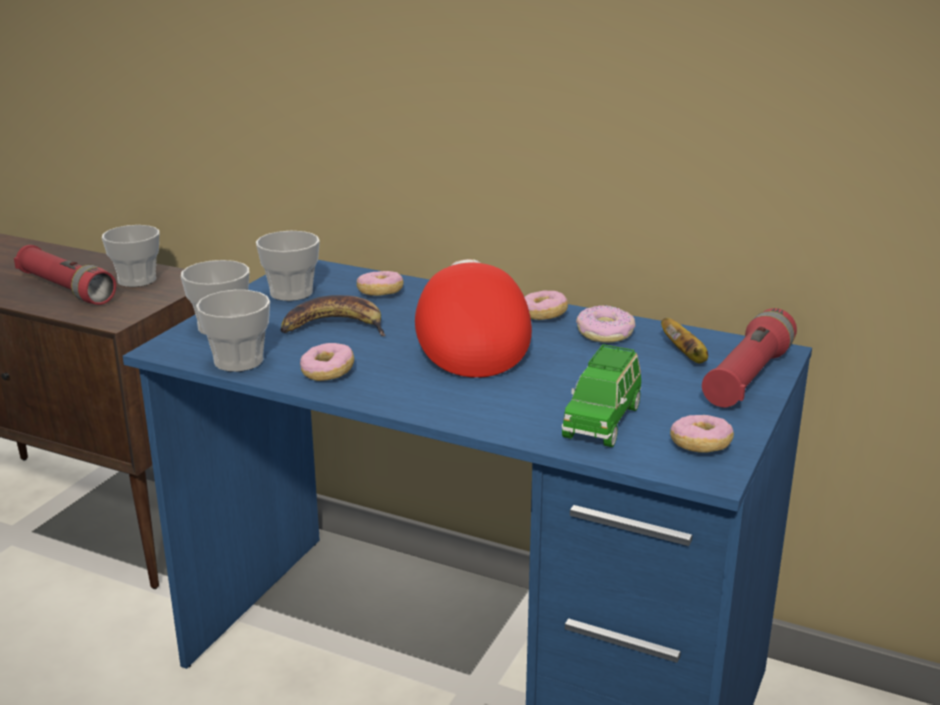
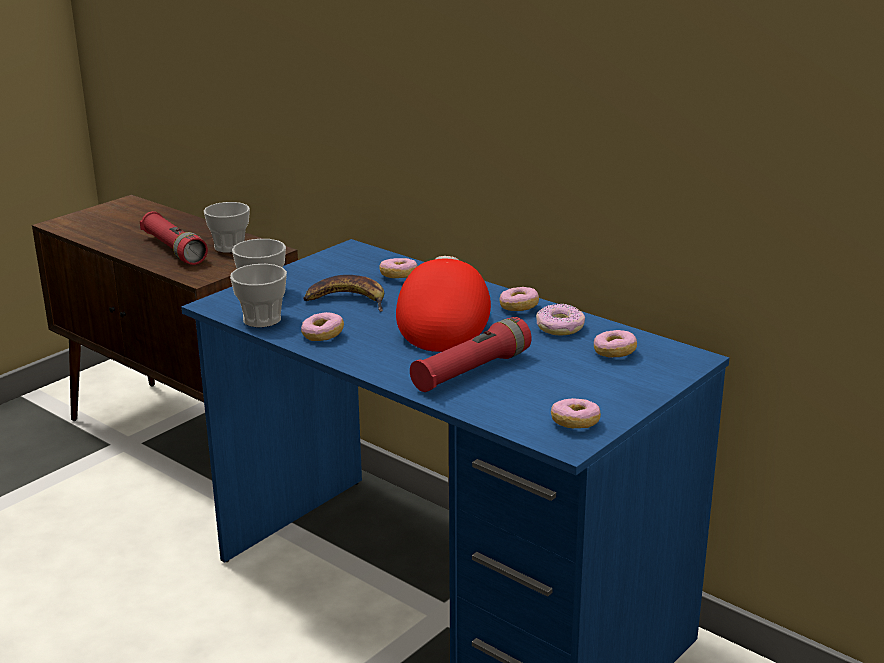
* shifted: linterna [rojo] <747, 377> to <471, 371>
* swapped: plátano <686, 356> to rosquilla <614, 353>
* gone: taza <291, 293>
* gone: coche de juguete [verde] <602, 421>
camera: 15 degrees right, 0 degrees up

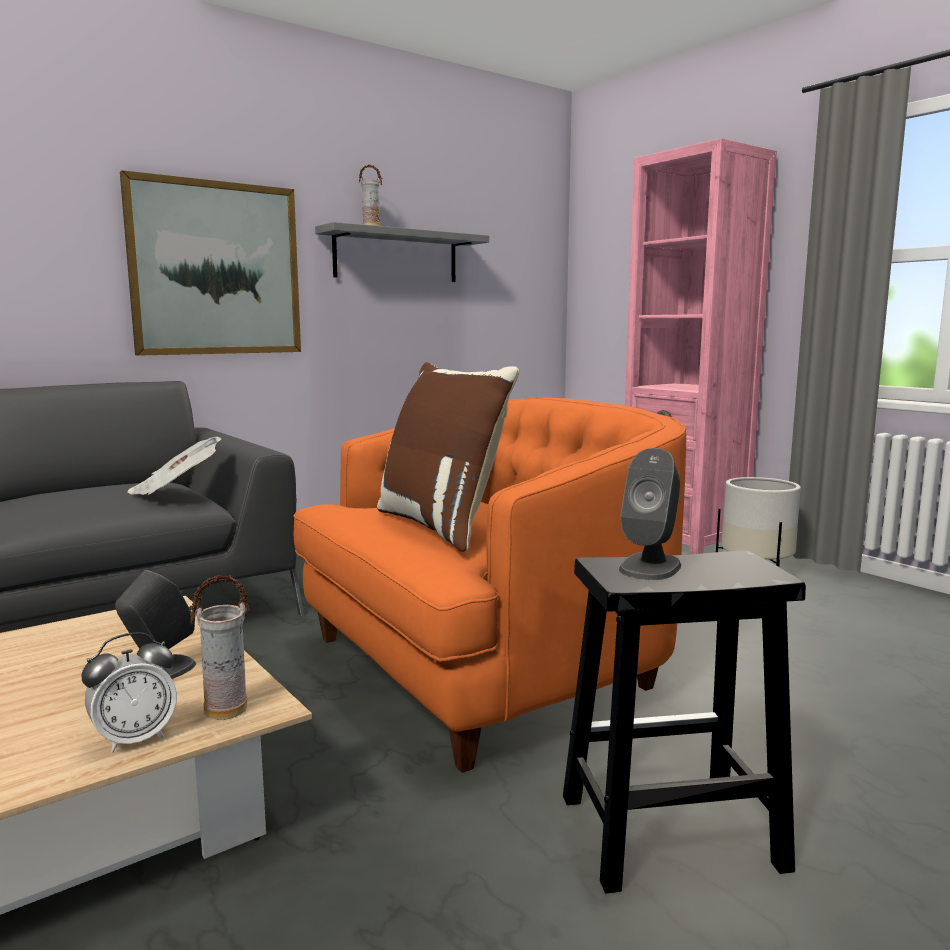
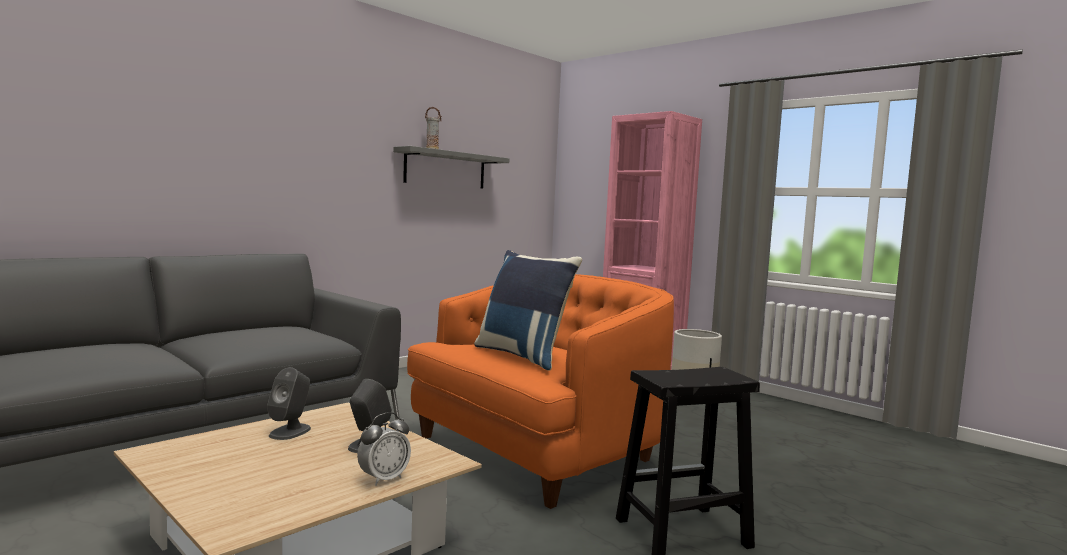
* shifted: altavoz [gris] <650, 567> to <290, 431>
* repainted: cojín [marrón] <443, 526> to cojín [azul] <524, 356>
* gone: cuadro <216, 269>
* gone: periódico <176, 490>
* gone: florero <226, 711>
camera: 10 degrees left, 5 degrees down

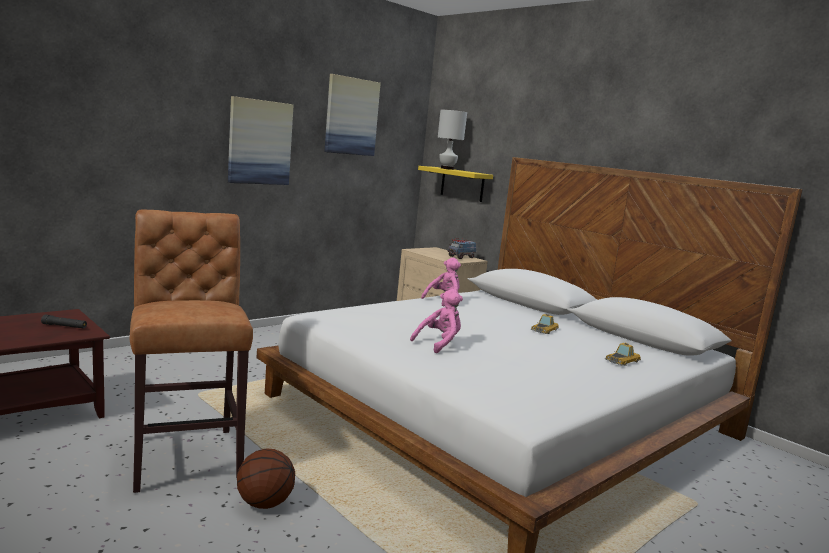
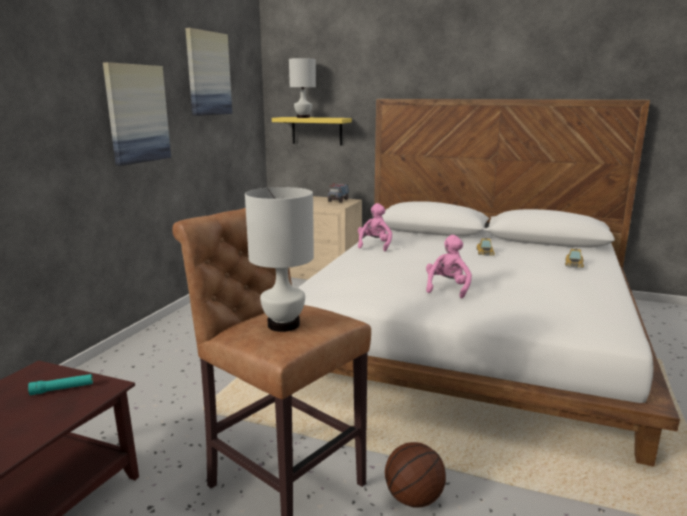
* repainted: linterna [negro] <64, 326> to linterna [turquesa] <62, 389>
* new: lámpara de mesa [blanco] <284, 325>
camera: 25 degrees left, 5 degrees up

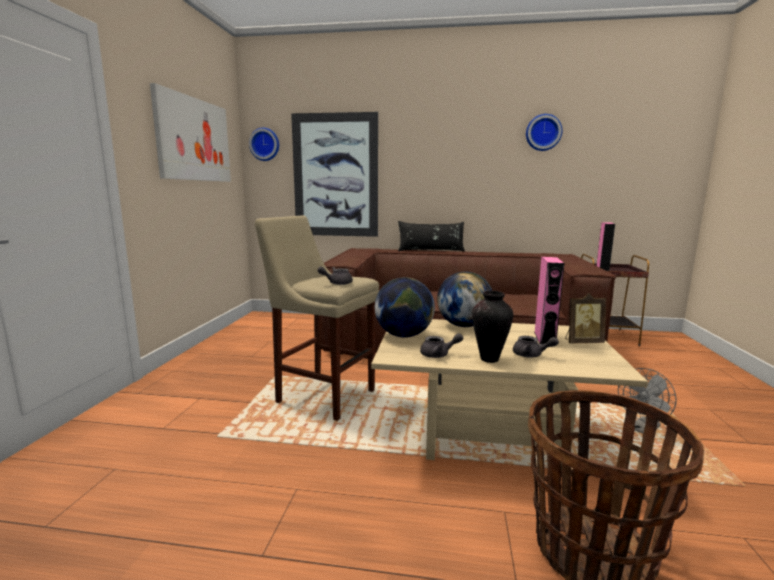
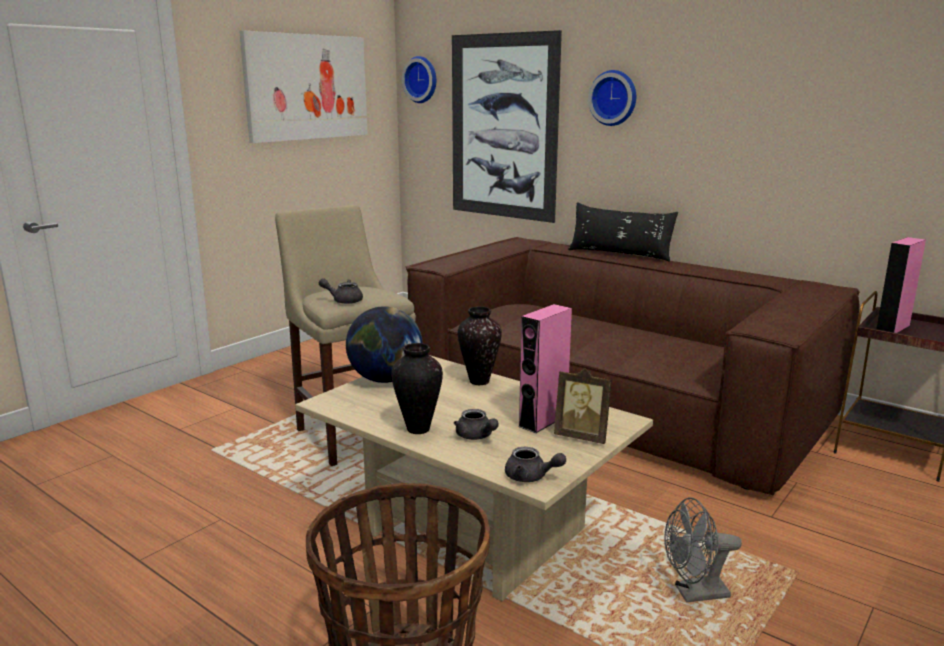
* swapped: globo terráqueo <463, 325> to florero <479, 381>
* shifted: tetera [gris] <439, 355> to <531, 477>
* shifted: reloj de pared <543, 133> to <614, 98>
camera: 30 degrees right, 5 degrees up

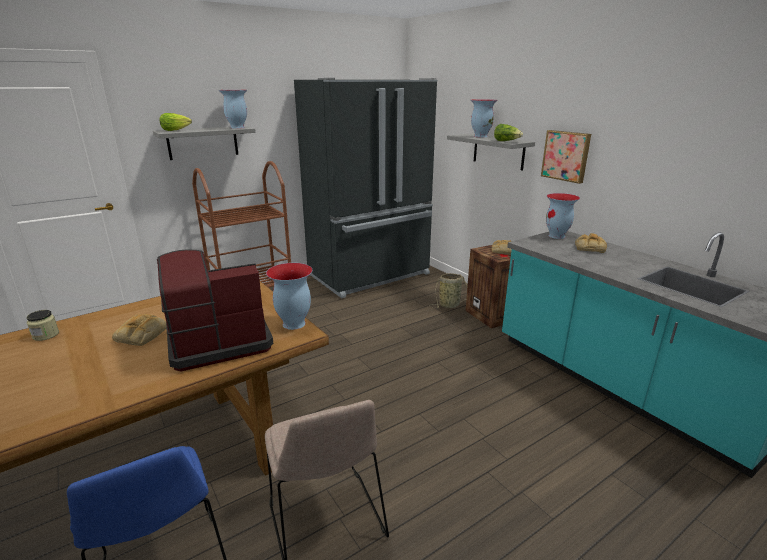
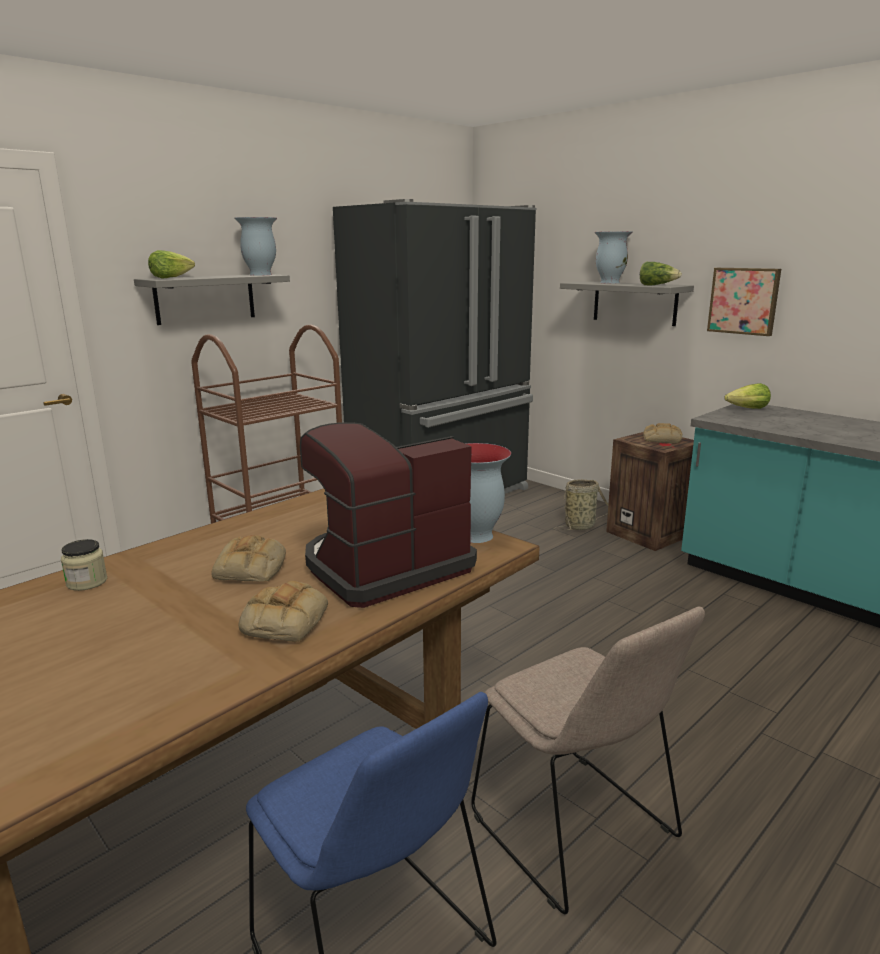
* shifted: pan <589, 247> to <284, 620>
* swapped: florero <557, 236> to lechuga <748, 409>
camera: 10 degrees left, 5 degrees down

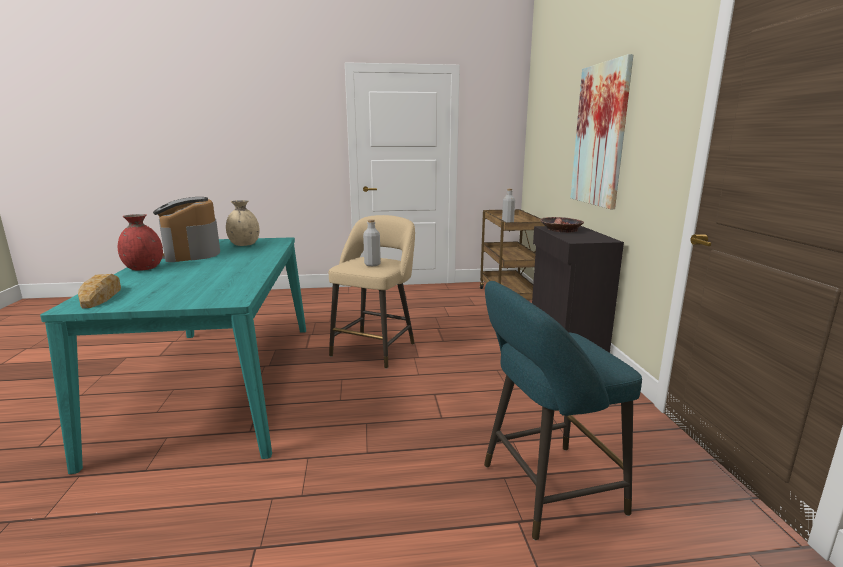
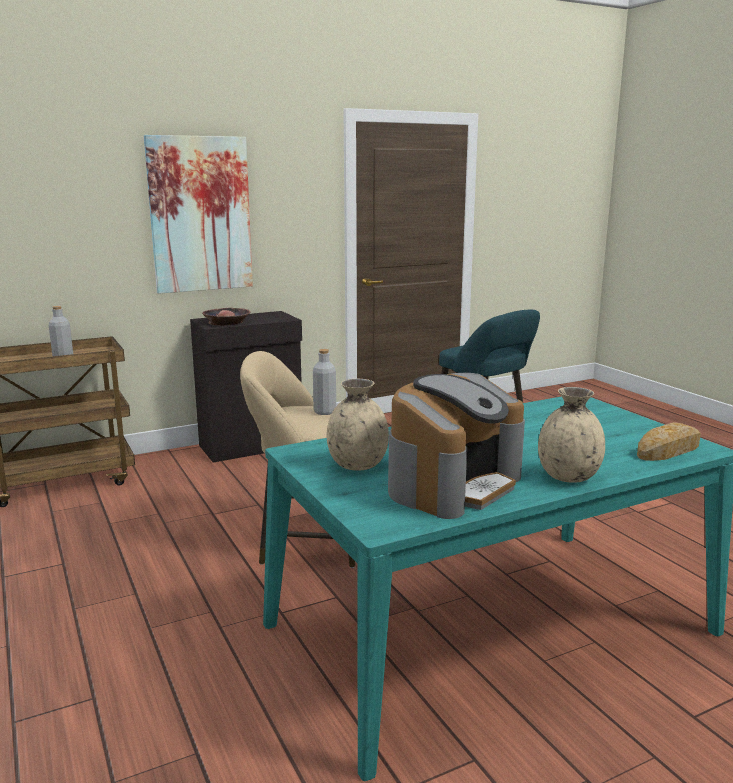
* repainted: florero [rojo] <144, 268> to florero [beis] <568, 477>
camera: 110 degrees left, 0 degrees up

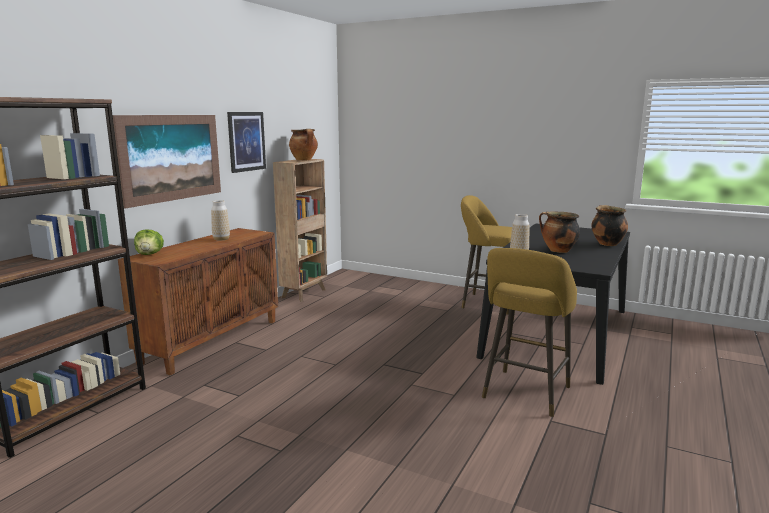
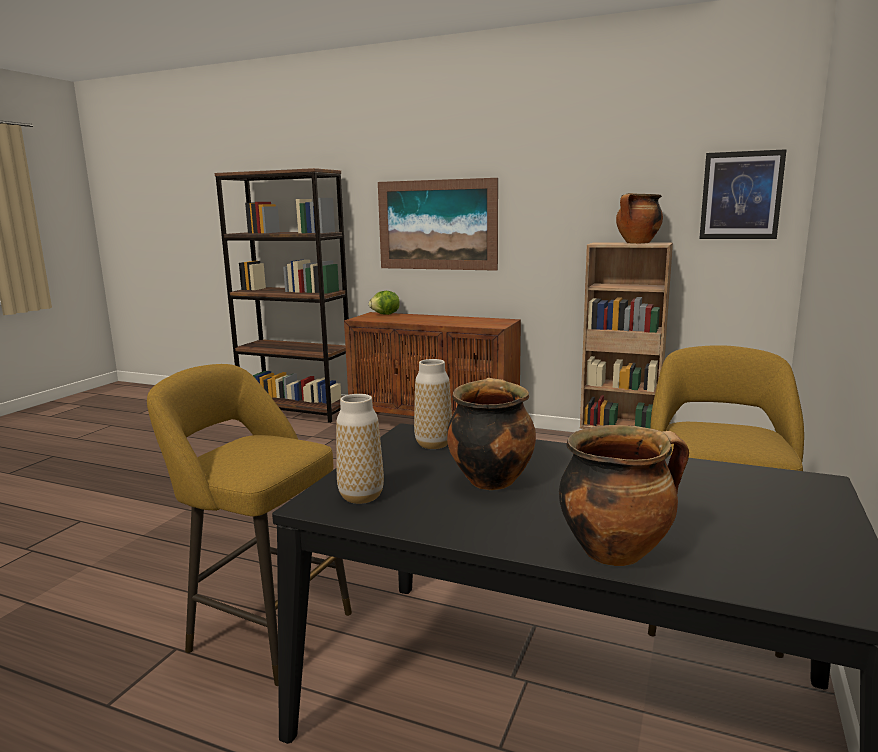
* shifted: florero <221, 239> to <361, 496>
* shifted: cuadro <246, 141> to <741, 195>
camera: 85 degrees right, 0 degrees up

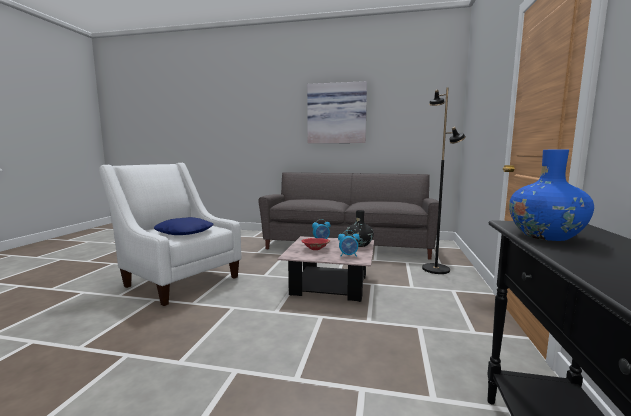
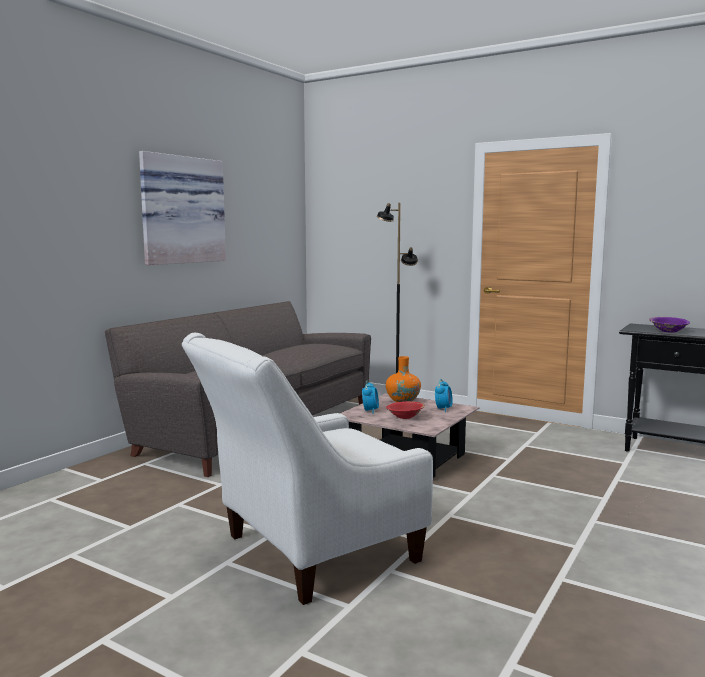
* repainted: florero [negro] <359, 244> to florero [naranja] <403, 400>
* swapped: florero [azul] <545, 236> to cuenco [morado] <668, 331>
* gone: cojín [azul] <185, 232>
camera: 70 degrees left, 0 degrees up

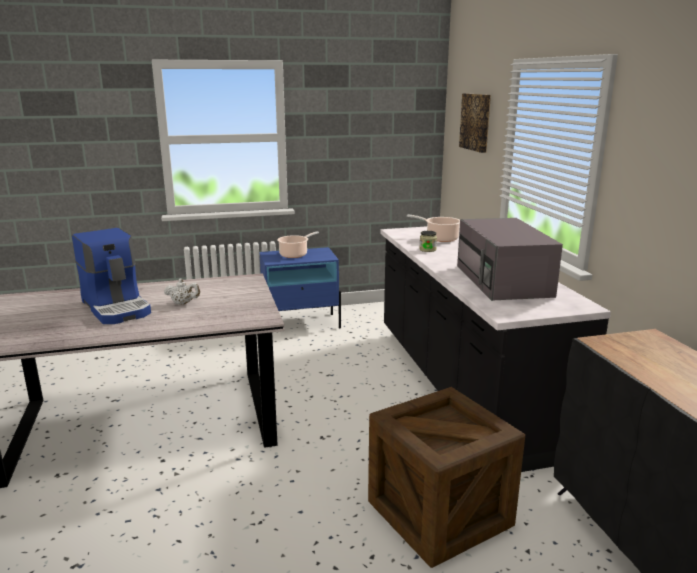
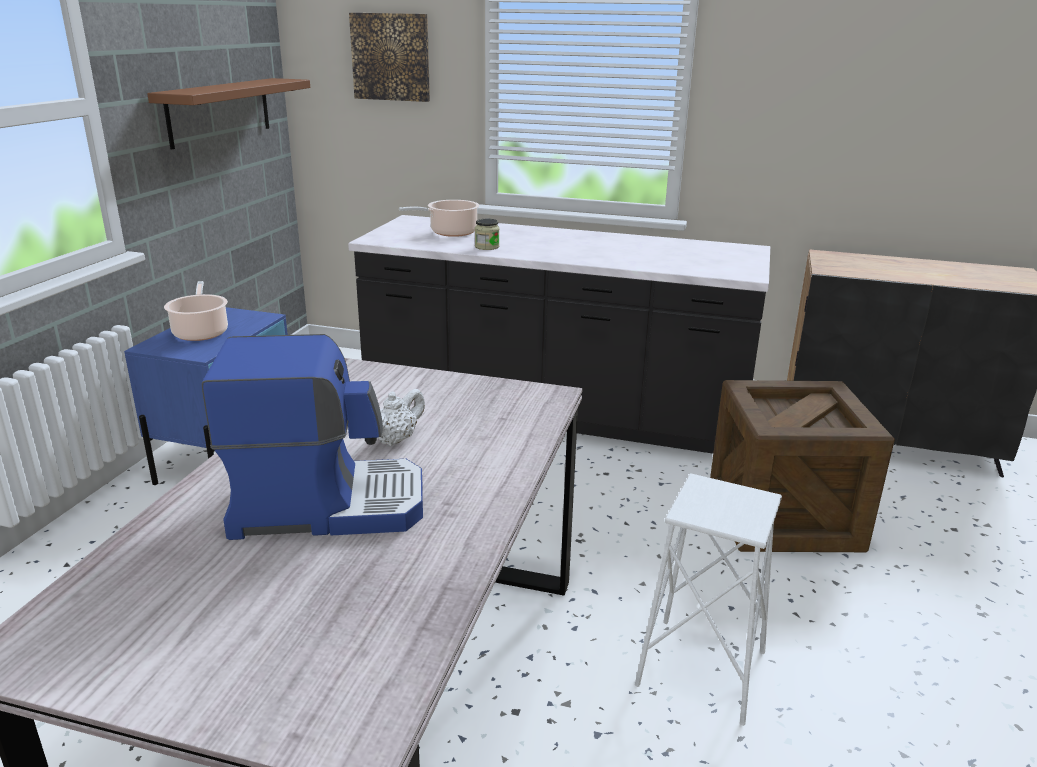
* new: estante [marrón] <220, 111>
* new: taburete [blanco] <701, 669>
* gone: microondas [gris] <503, 281>
camera: 60 degrees left, 5 degrees up

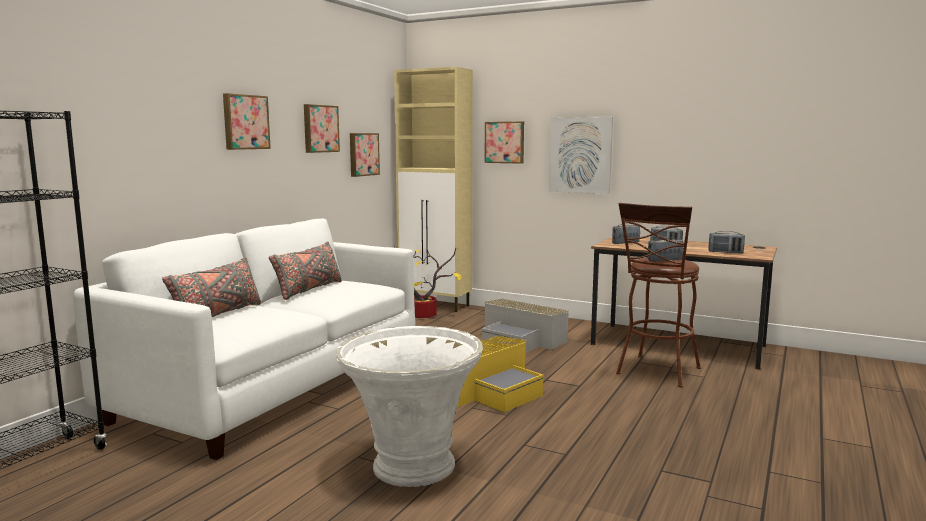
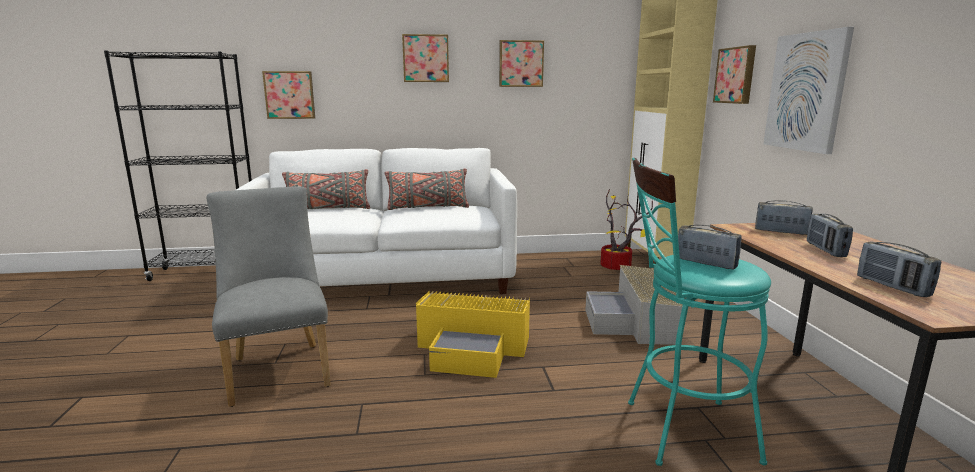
* swapped: maceta [blanco] <411, 467> to silla [gris] <279, 368>
* shifted: cuadro <363, 154> to <290, 95>
* repainted: taburete [marrón] <656, 373> to taburete [turquesa] <679, 431>
camera: 55 degrees right, 5 degrees up

